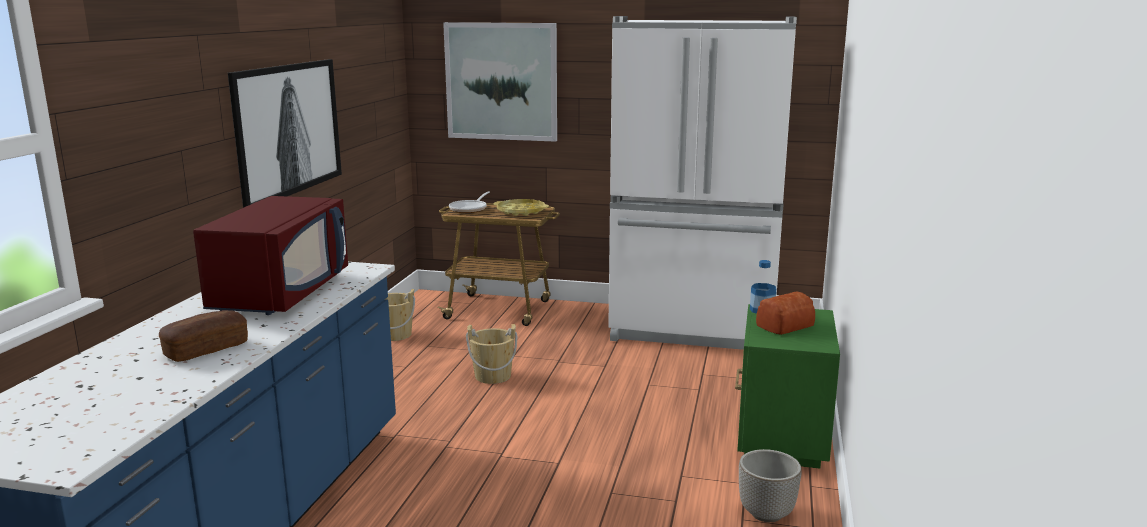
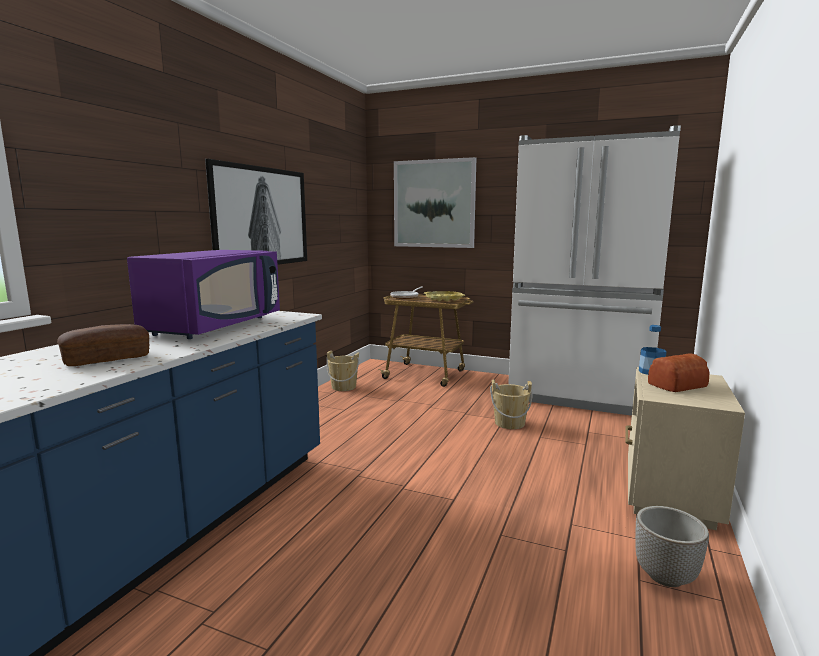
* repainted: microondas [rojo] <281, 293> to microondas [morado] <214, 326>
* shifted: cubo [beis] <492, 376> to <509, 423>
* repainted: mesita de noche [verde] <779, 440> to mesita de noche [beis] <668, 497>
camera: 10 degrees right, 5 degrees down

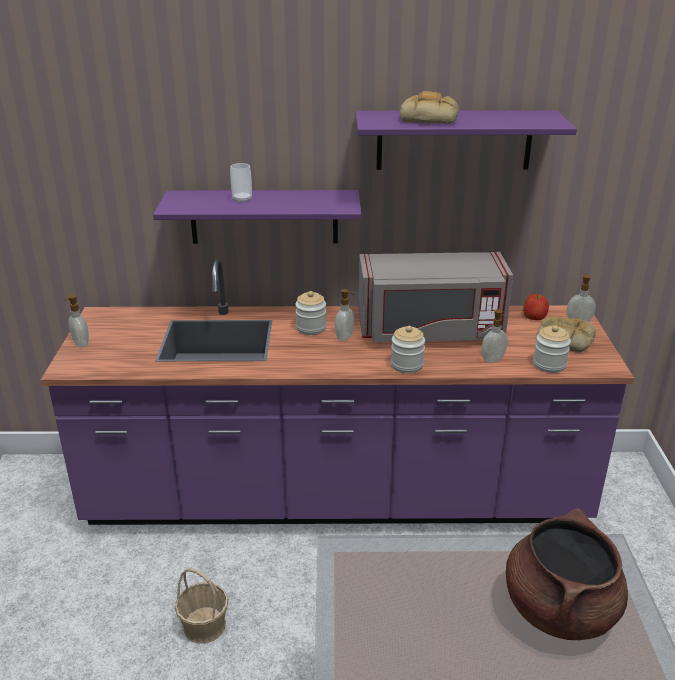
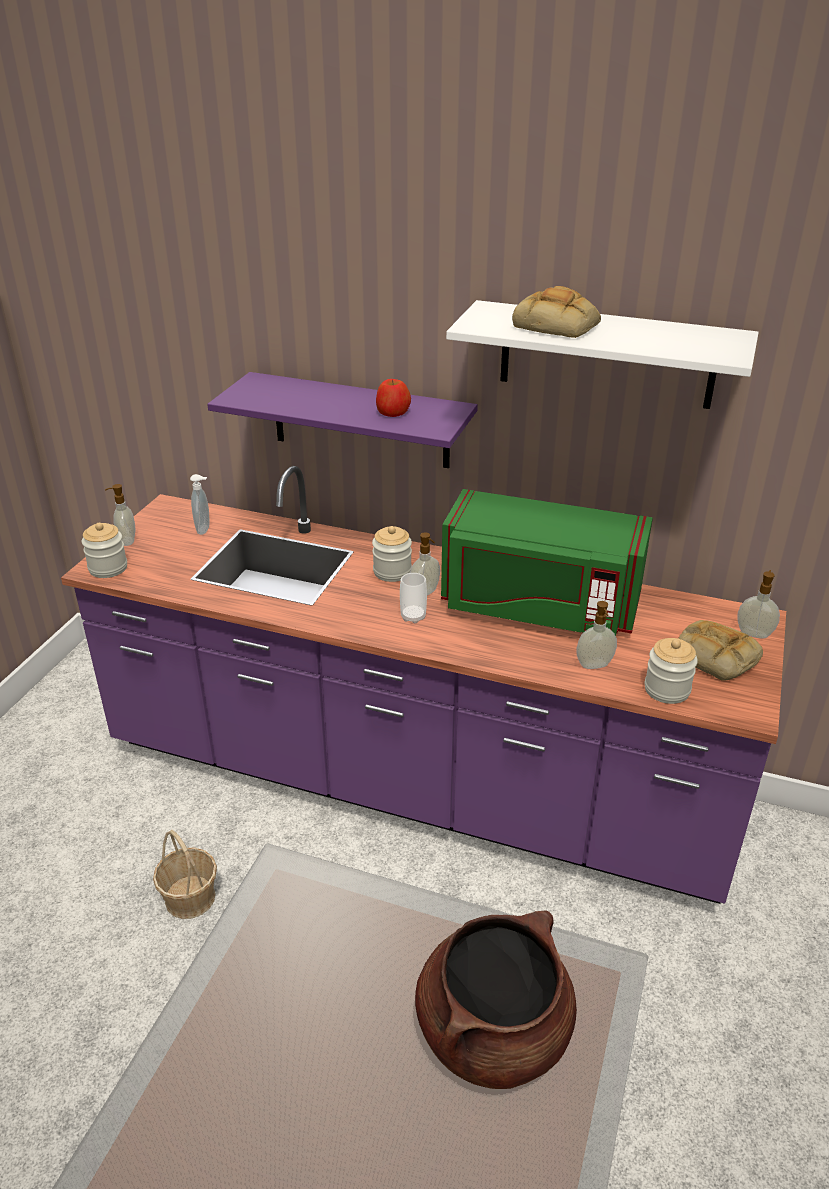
* shifted: tarro <407, 365> to <108, 568>
* new: dispensador de jabón <205, 529>
* shifted: manzana <534, 316> to <393, 412>
* shifted: taza <242, 200> to <413, 617>
* repainted: microondas [gris] <430, 331> to microondas [verde] <538, 606>
* repainted: estante [morado] <454, 140> to estante [blanco] <606, 355>
camera: 20 degrees right, 5 degrees up

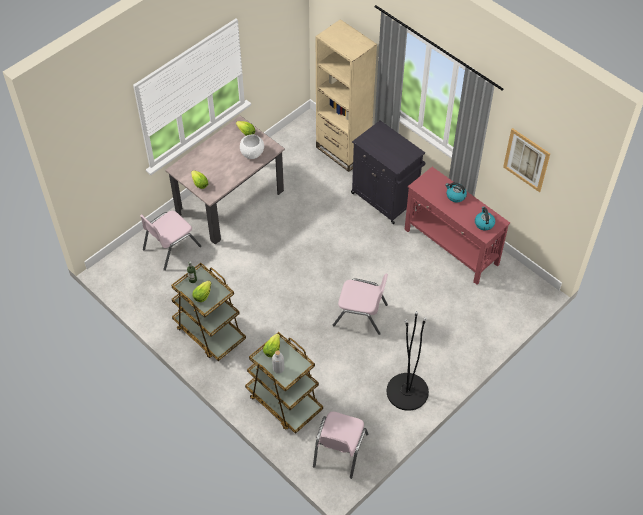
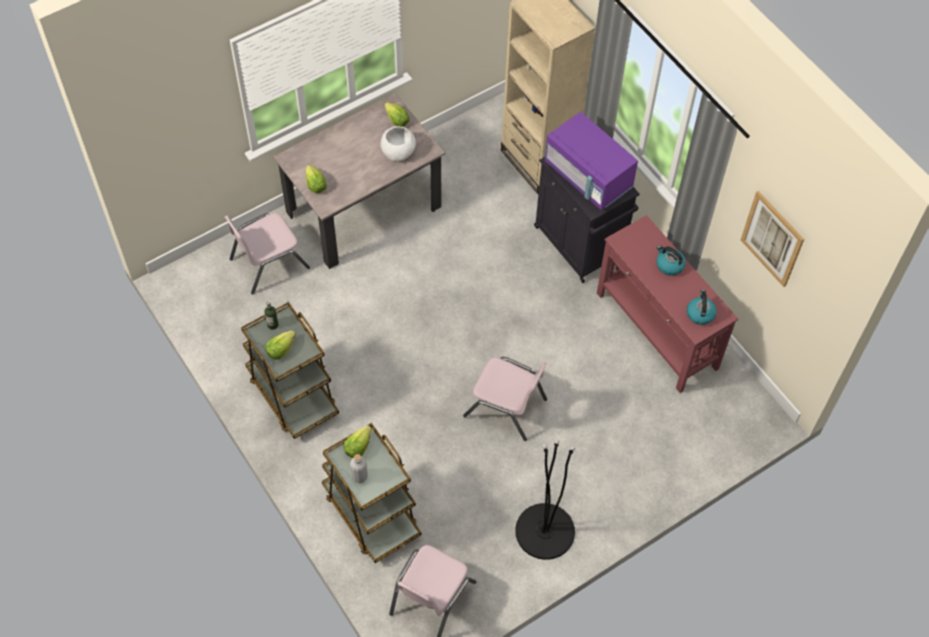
* new: microondas [morado] <588, 176>
camera: 10 degrees right, 5 degrees up

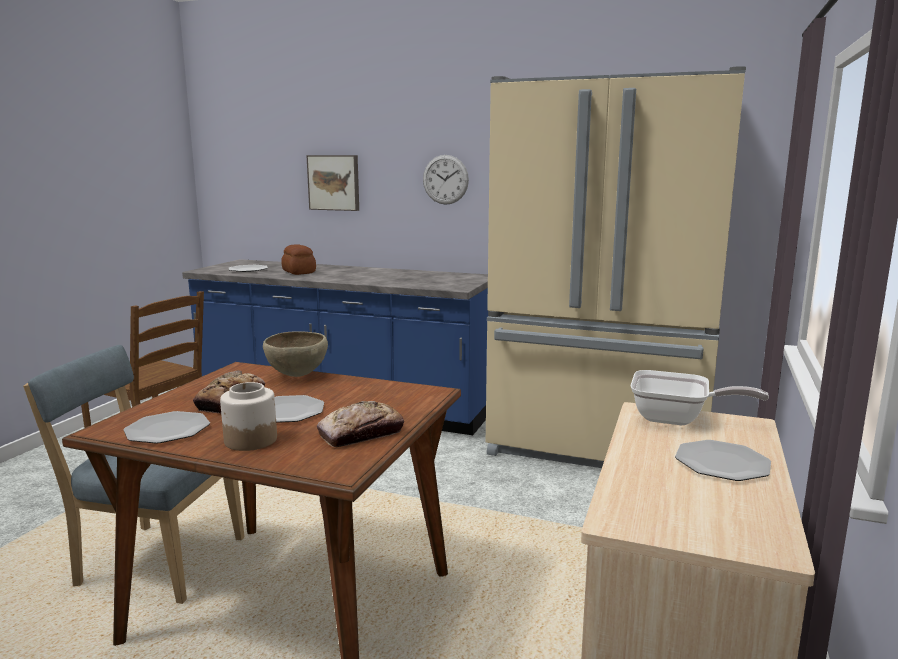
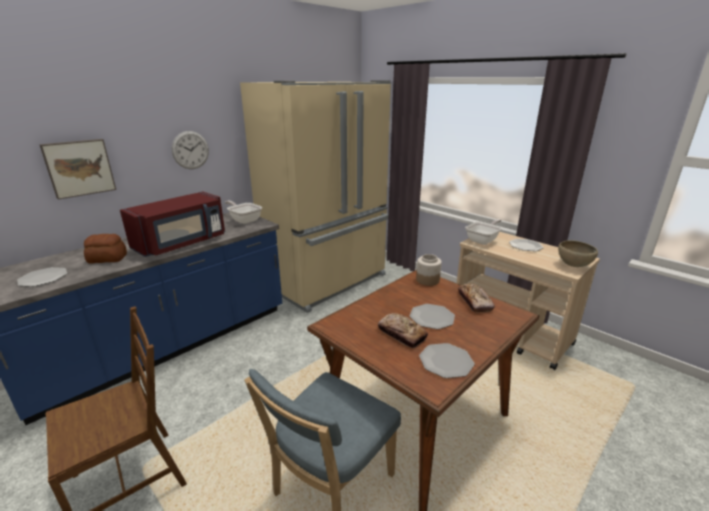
* new: microondas [rojo] <182, 243>
* new: sartén <244, 220>
* shifted: tarro <250, 440> to <427, 280>
* shifted: cuenco [marrón] <297, 375> to <573, 266>
camera: 65 degrees left, 10 degrees up

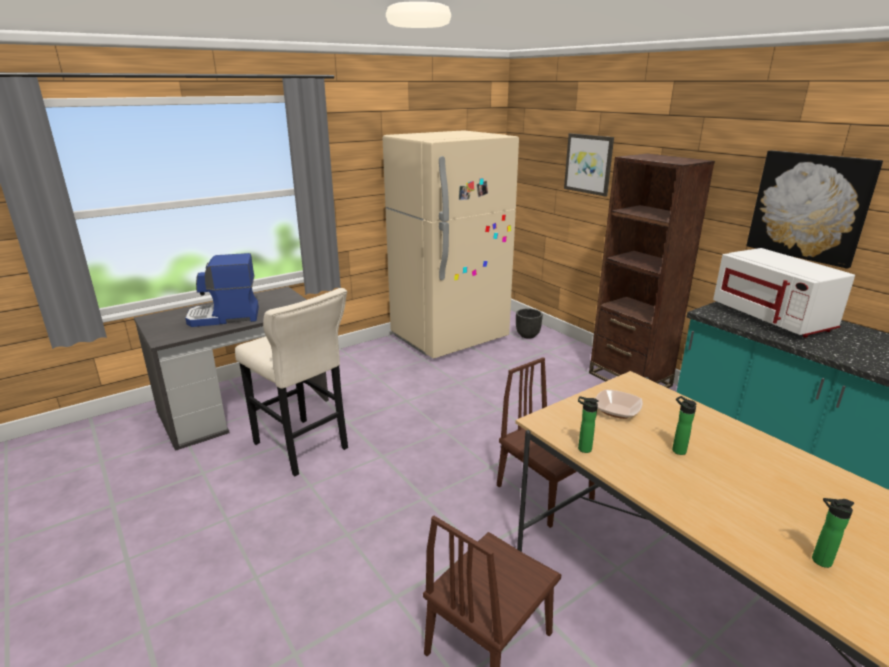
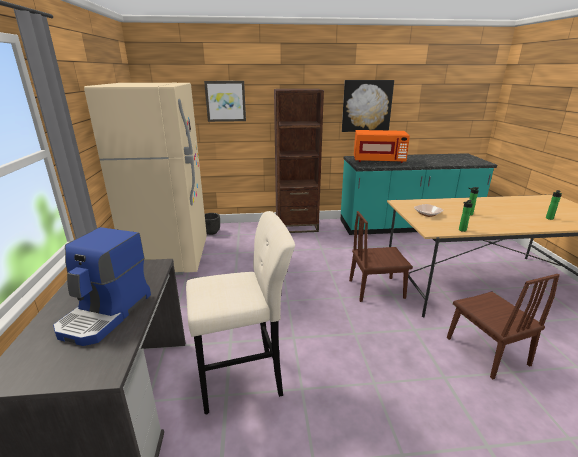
* repainted: microondas [blanco] <772, 318> to microondas [naranja] <378, 161>
camera: 60 degrees left, 0 degrees up

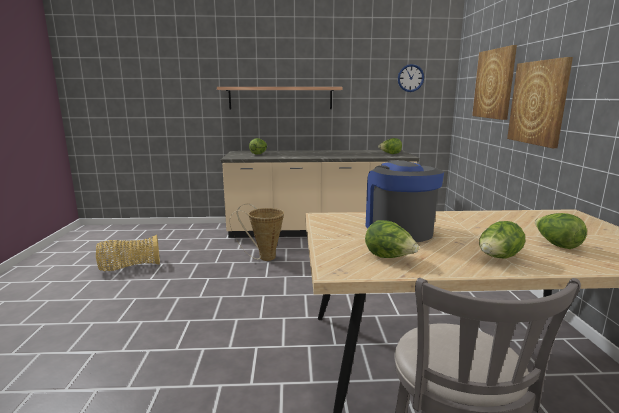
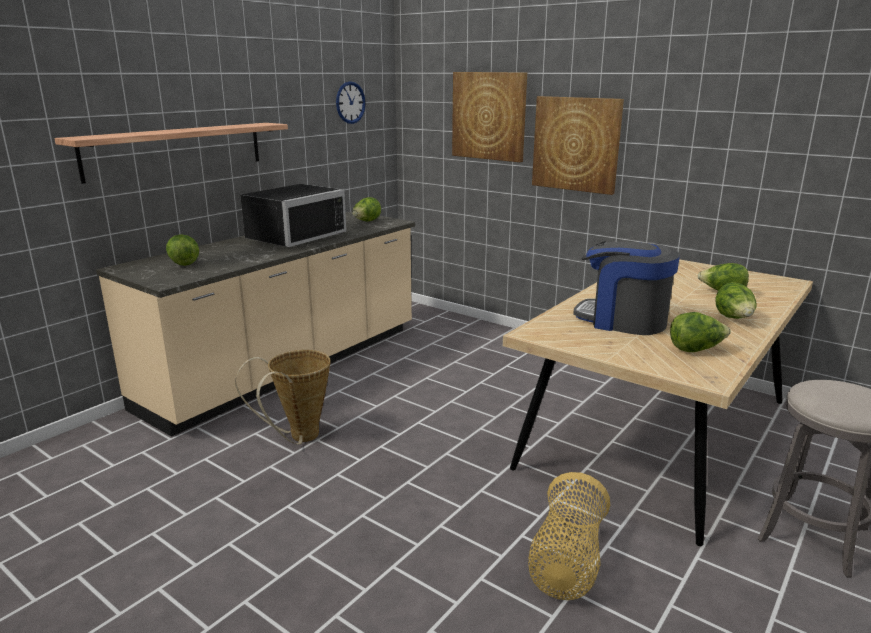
* new: microondas [negro] <292, 236>
* shifted: cesta <130, 267> to <567, 562>
camera: 50 degrees left, 5 degrees up

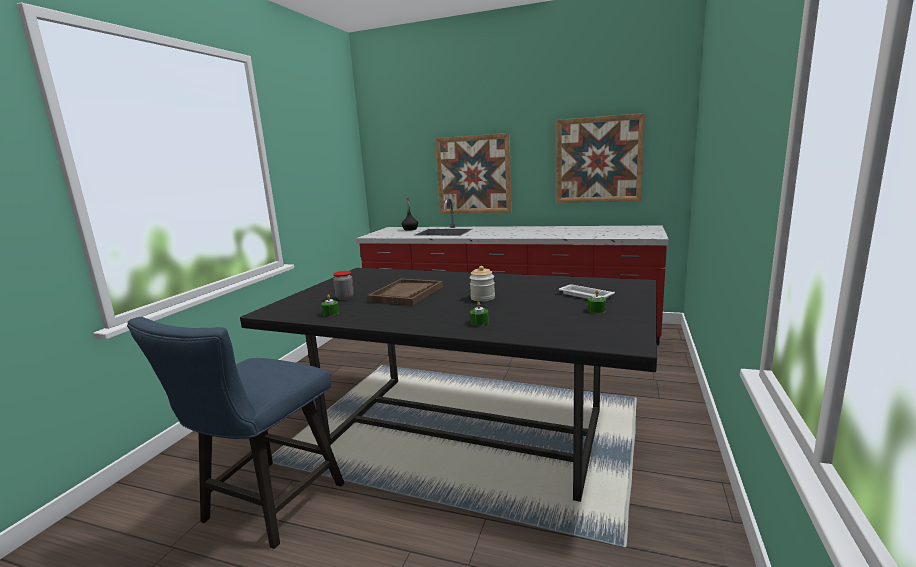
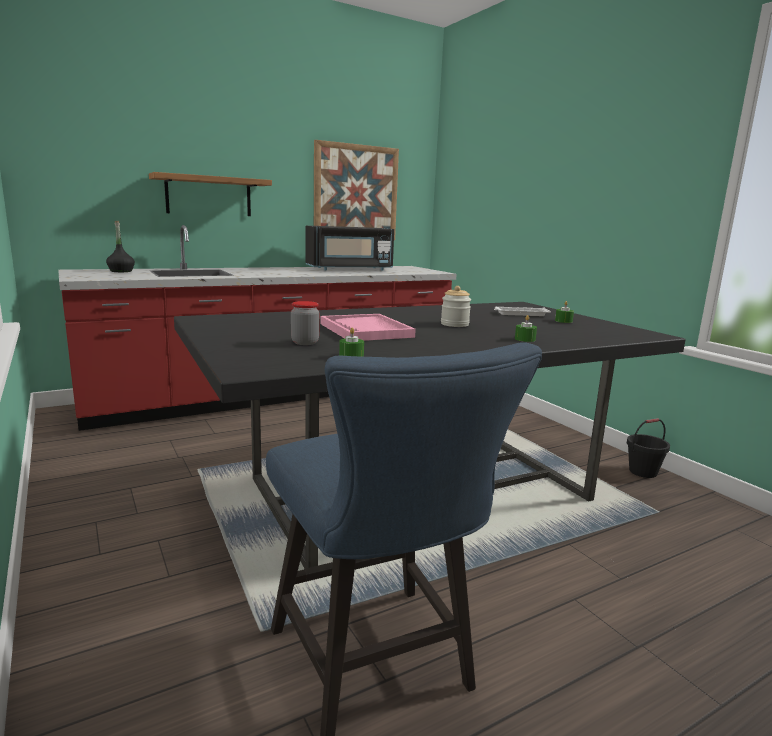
* swapped: cuadro <473, 175> to estante <209, 196>
* new: microondas [negro] <349, 269>
* repainted: bandeja [marrón] <406, 294> to bandeja [rosa] <366, 330>
* new: cubo [negro] <642, 472>
camera: 50 degrees left, 0 degrees up

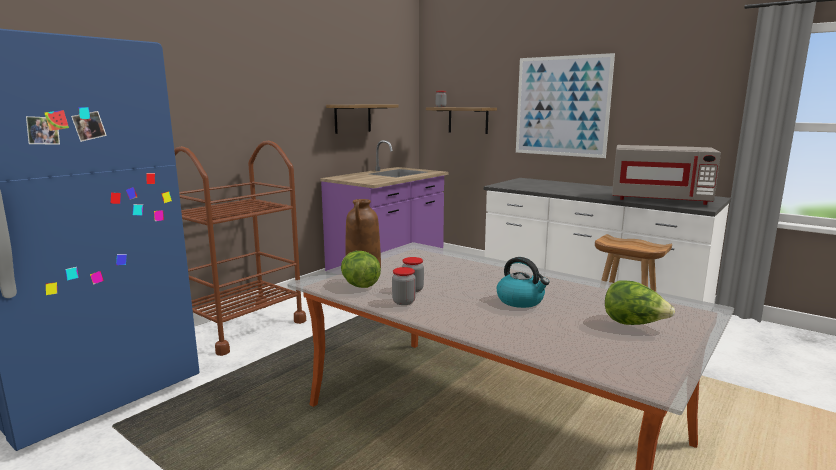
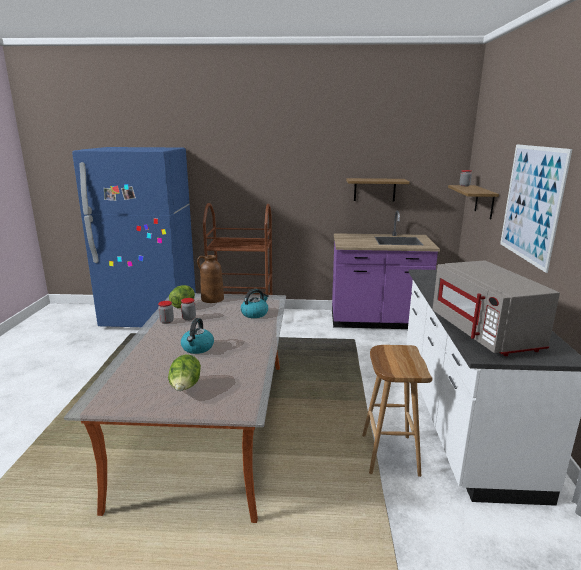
* new: hervidor <255, 313>
camera: 55 degrees right, 5 degrees up

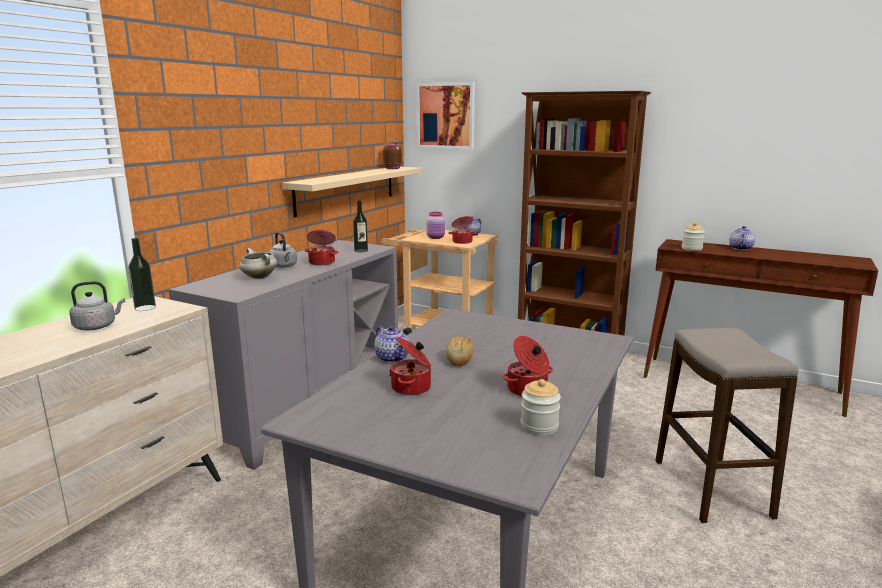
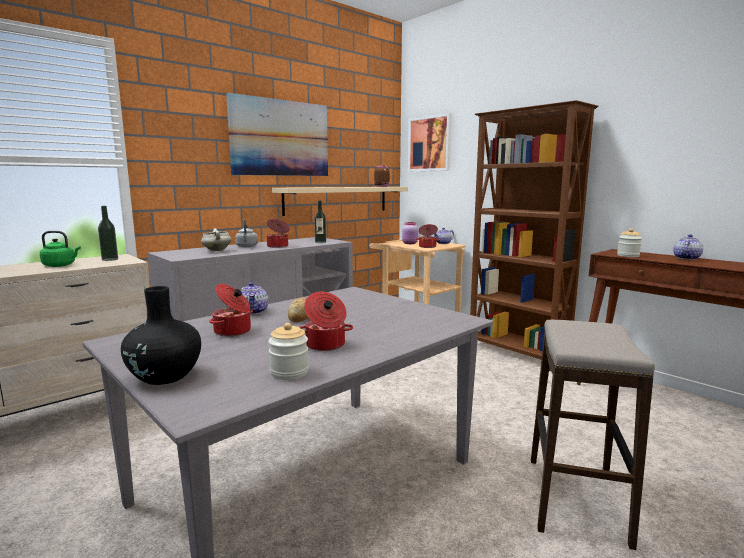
* repainted: hervidor [gris] <97, 326> to hervidor [verde] <61, 265>
* new: florero [negro] <165, 376>
* new: cuadro <280, 138>
camera: 20 degrees right, 5 degrees down

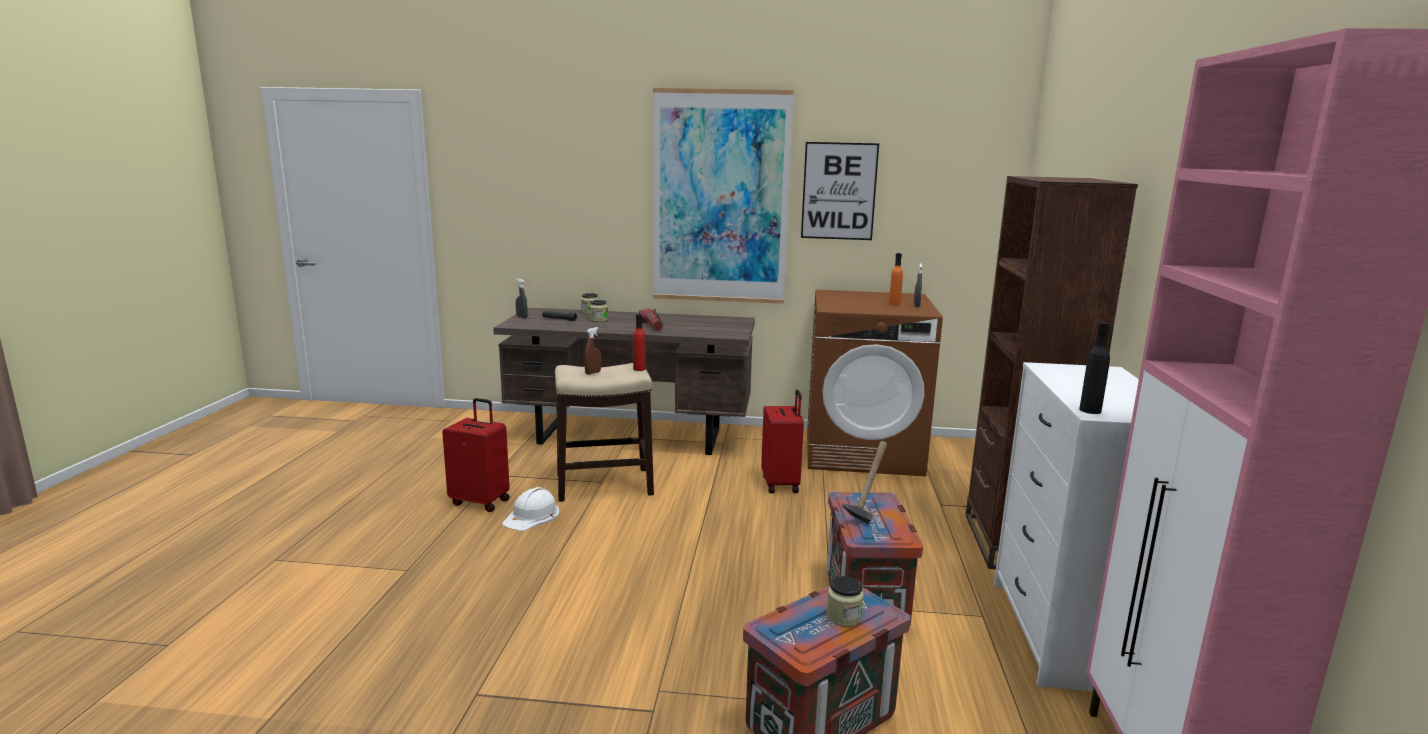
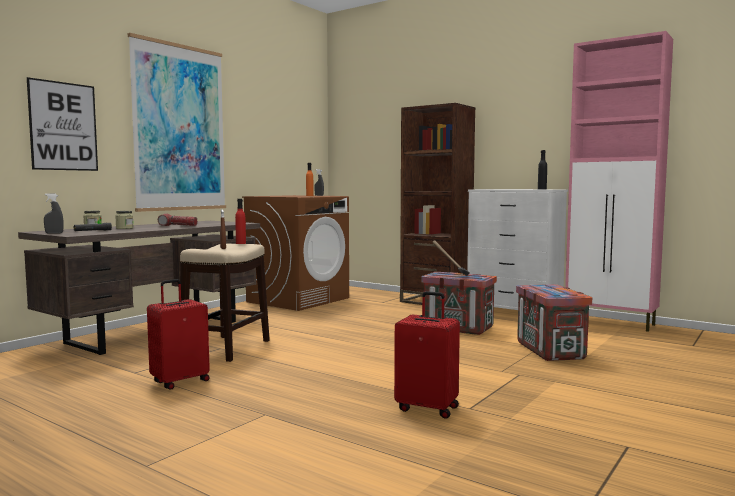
* shifted: cuadro <839, 191> to <63, 126>
* shifted: maleta [rojo] <781, 484> to <428, 408>
* gone: casco [blanco] <532, 516>
* gone: tarro <843, 617>
camera: 60 degrees left, 10 degrees down

